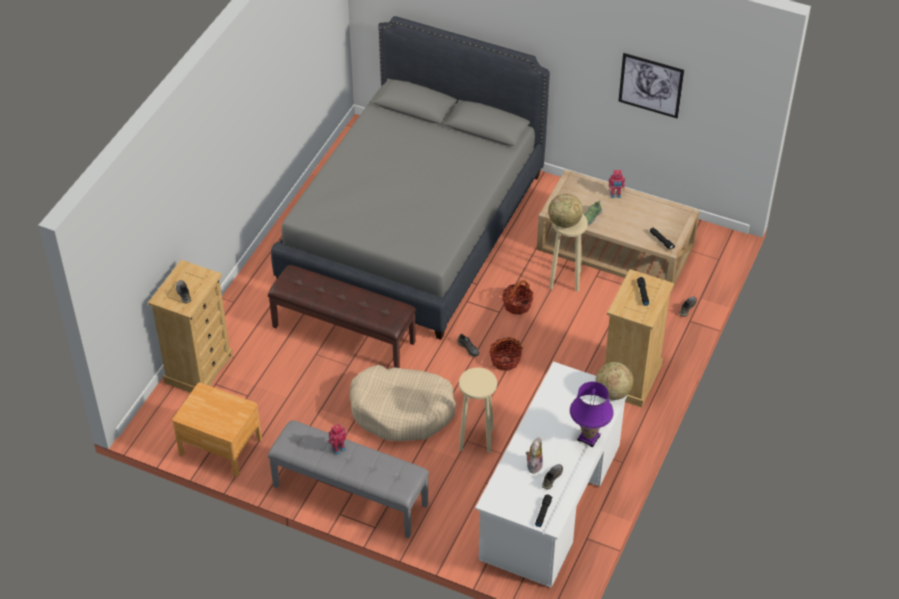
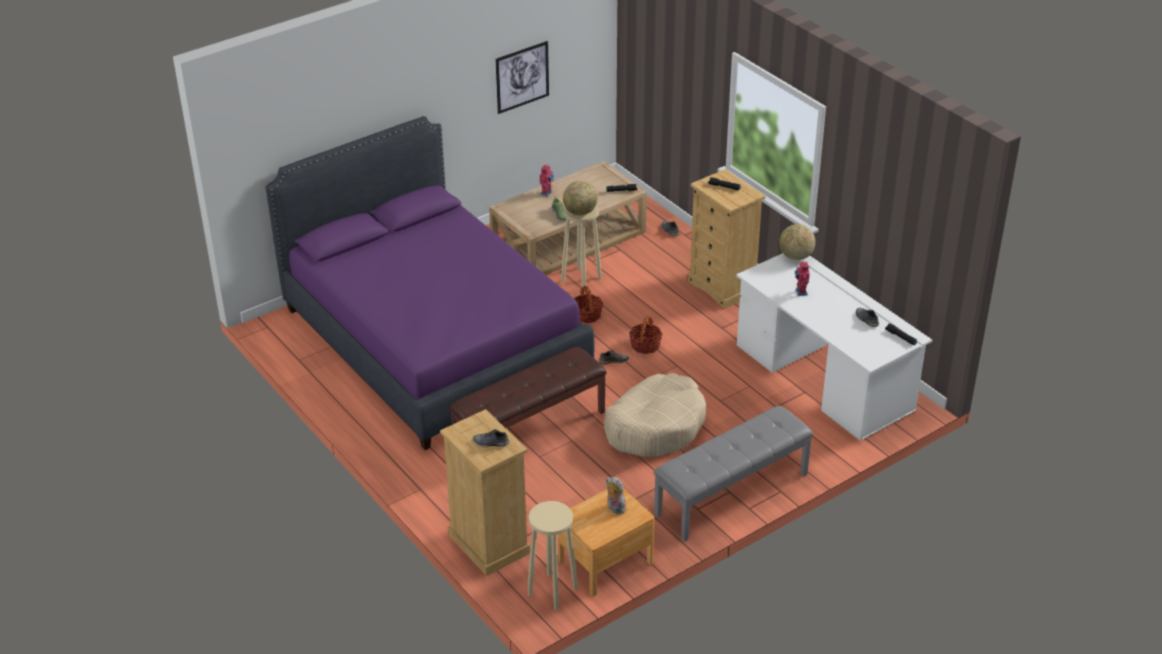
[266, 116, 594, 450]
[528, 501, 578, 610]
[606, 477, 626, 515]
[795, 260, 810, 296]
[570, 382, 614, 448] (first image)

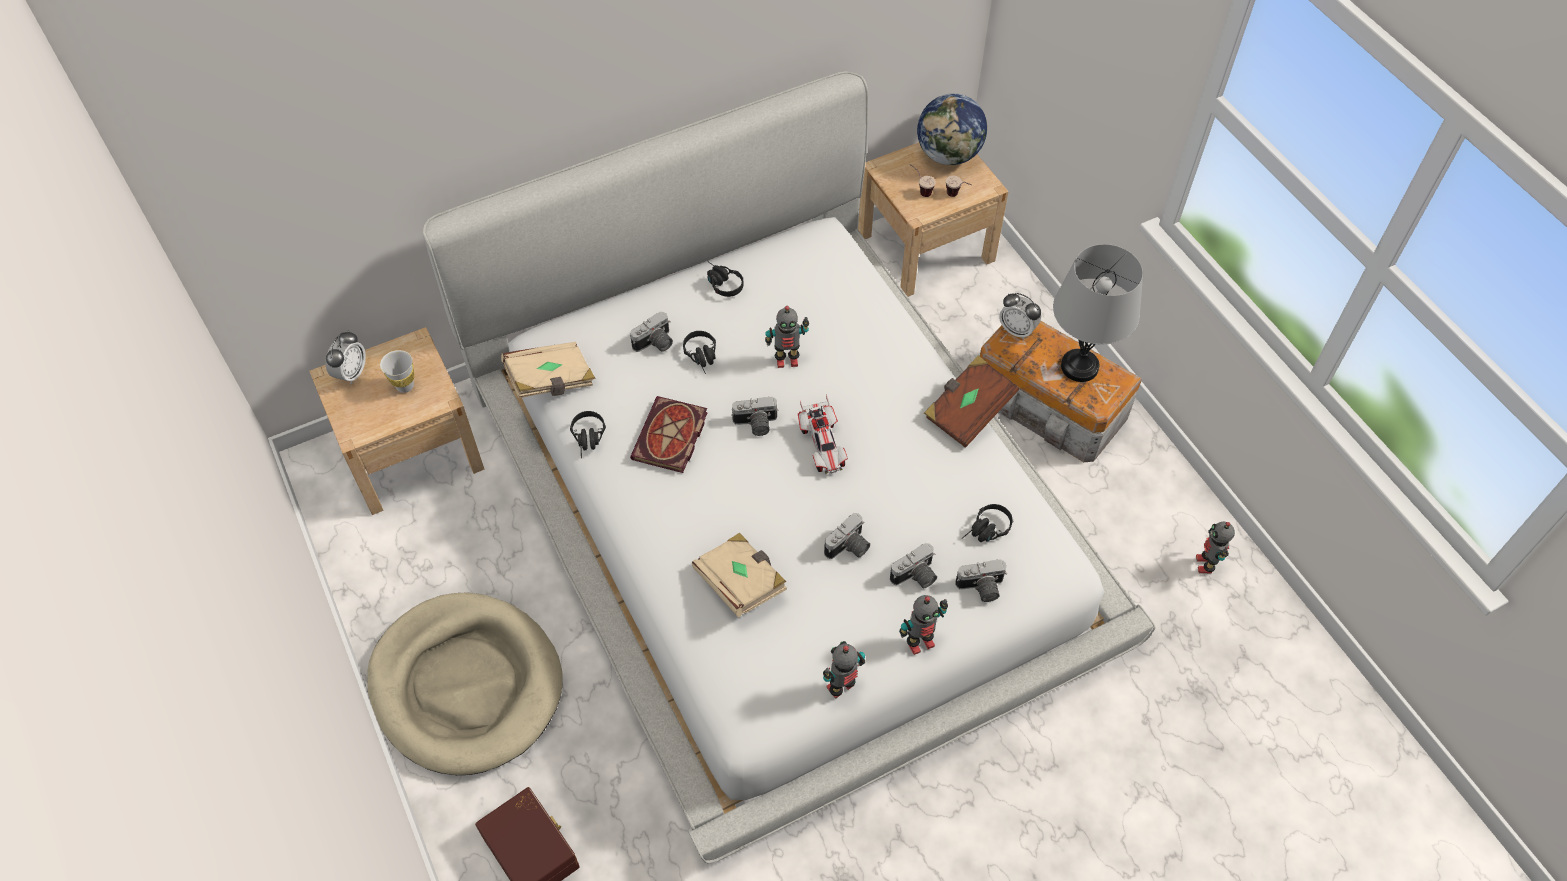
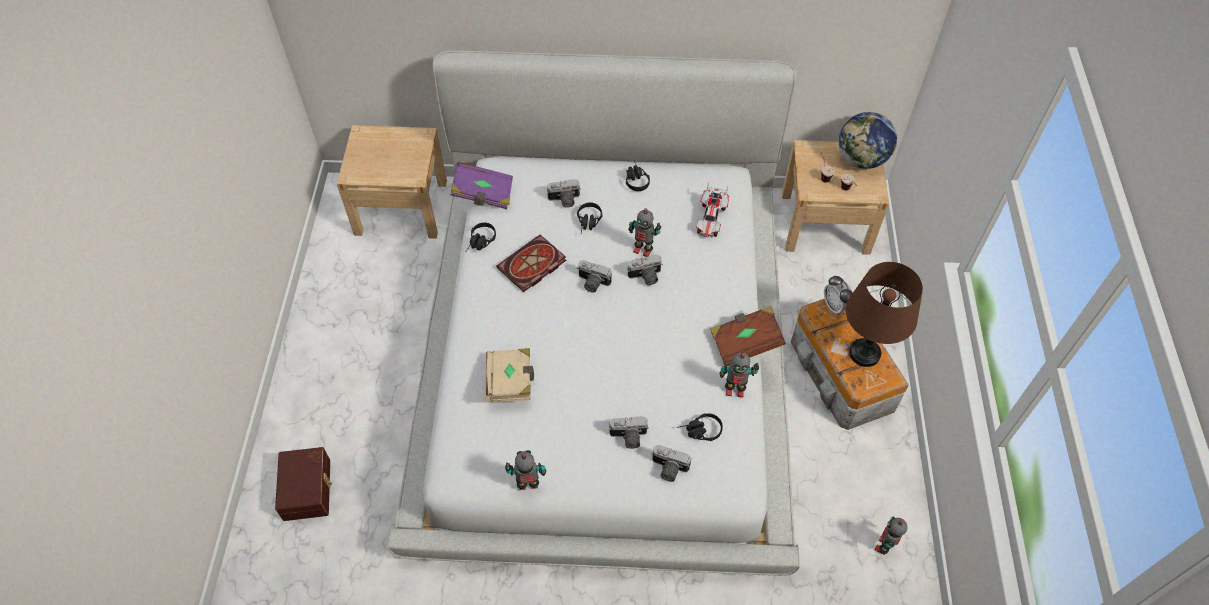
[451, 162, 513, 209]
[628, 255, 663, 285]
[696, 182, 729, 237]
[719, 352, 759, 397]
[846, 262, 923, 367]
[326, 331, 366, 385] (first image)
[368, 592, 563, 775] (first image)
[380, 350, 414, 393] (first image)

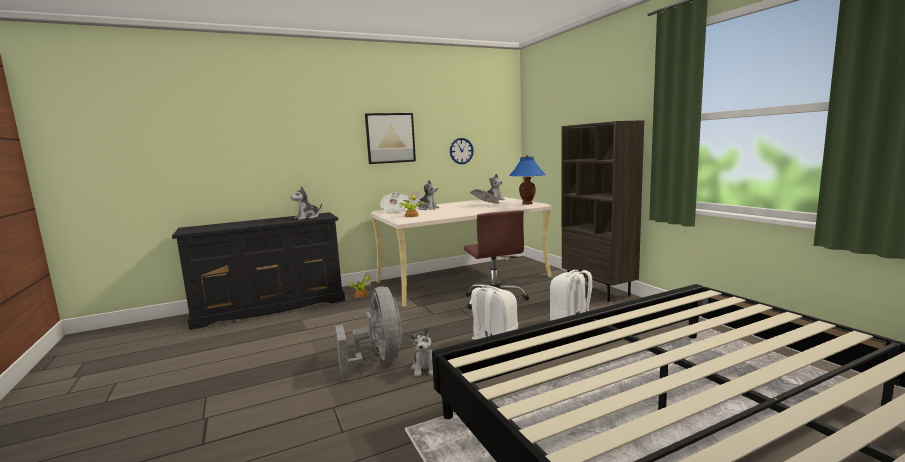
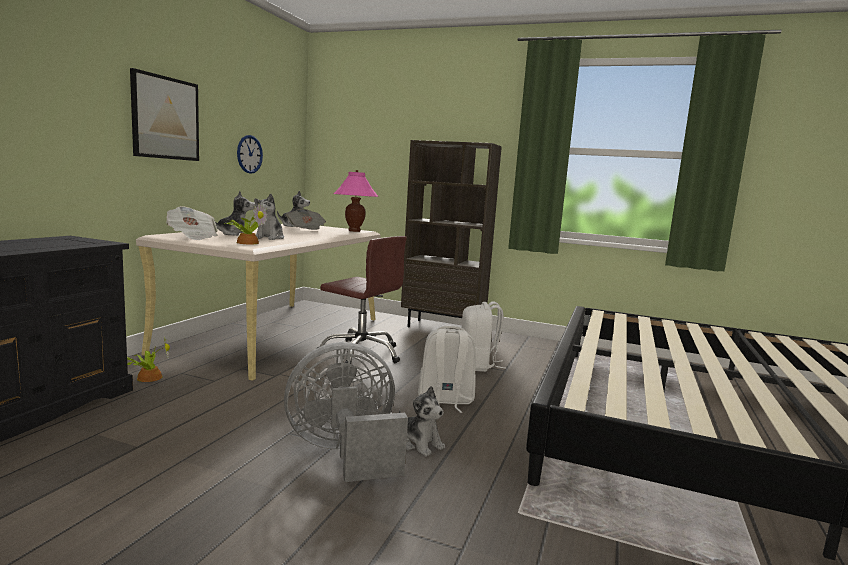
[254, 194, 284, 240]
[284, 342, 408, 482]
[334, 170, 379, 232]

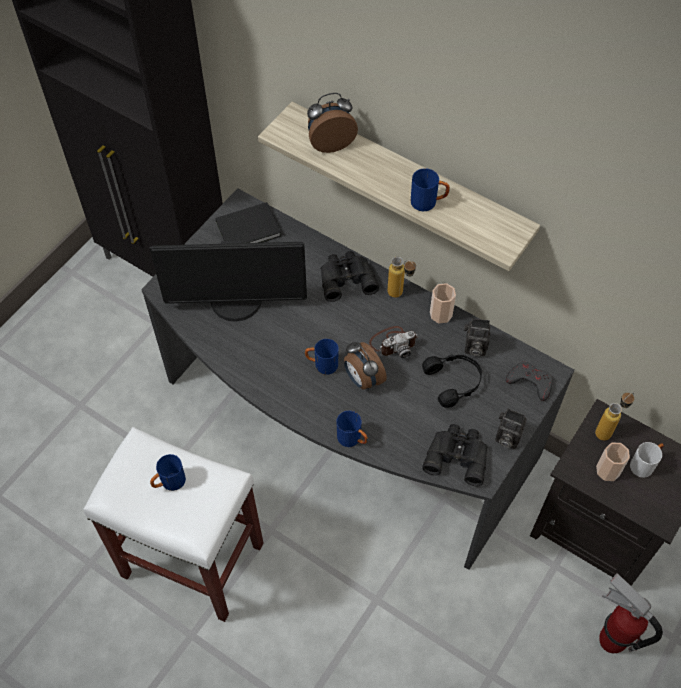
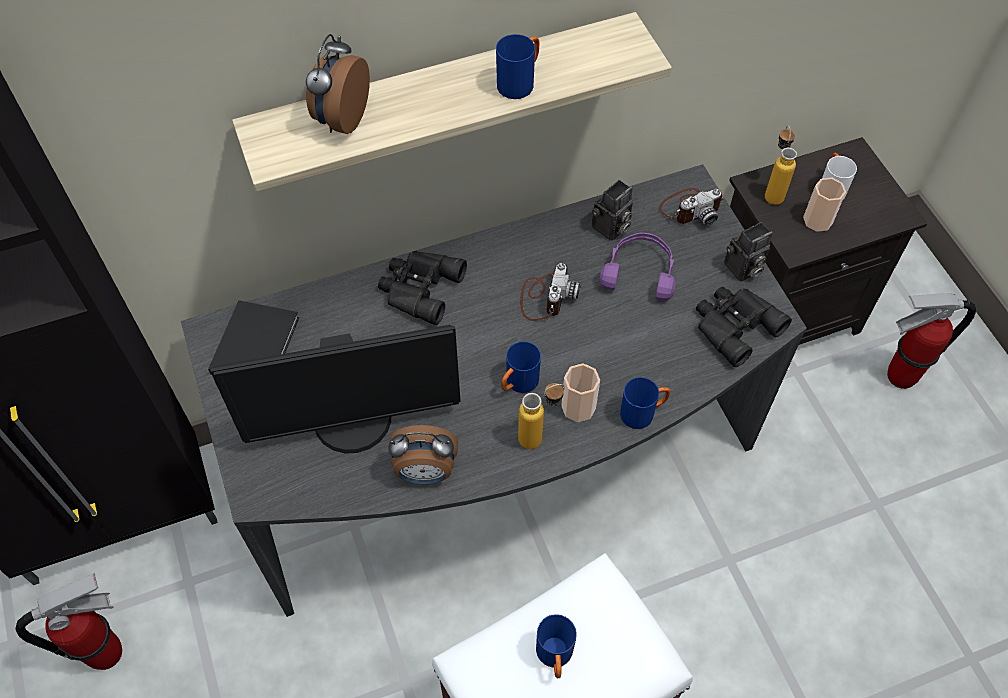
[15, 573, 122, 670]
[210, 325, 461, 454]
[388, 425, 458, 485]
[518, 383, 565, 449]
[561, 363, 600, 422]
[599, 233, 676, 301]
[659, 188, 724, 225]

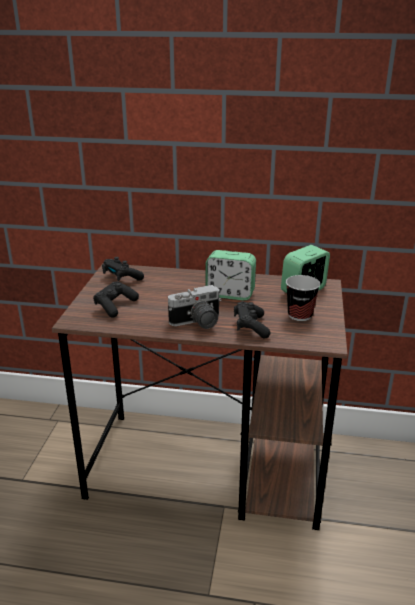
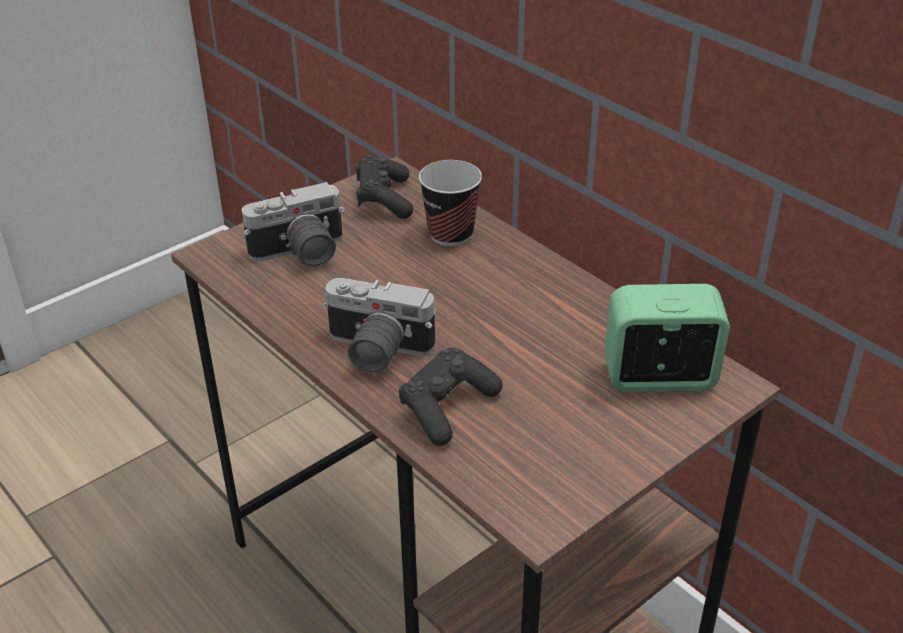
[242, 182, 345, 267]
[419, 160, 482, 246]
[205, 250, 256, 300] (first image)

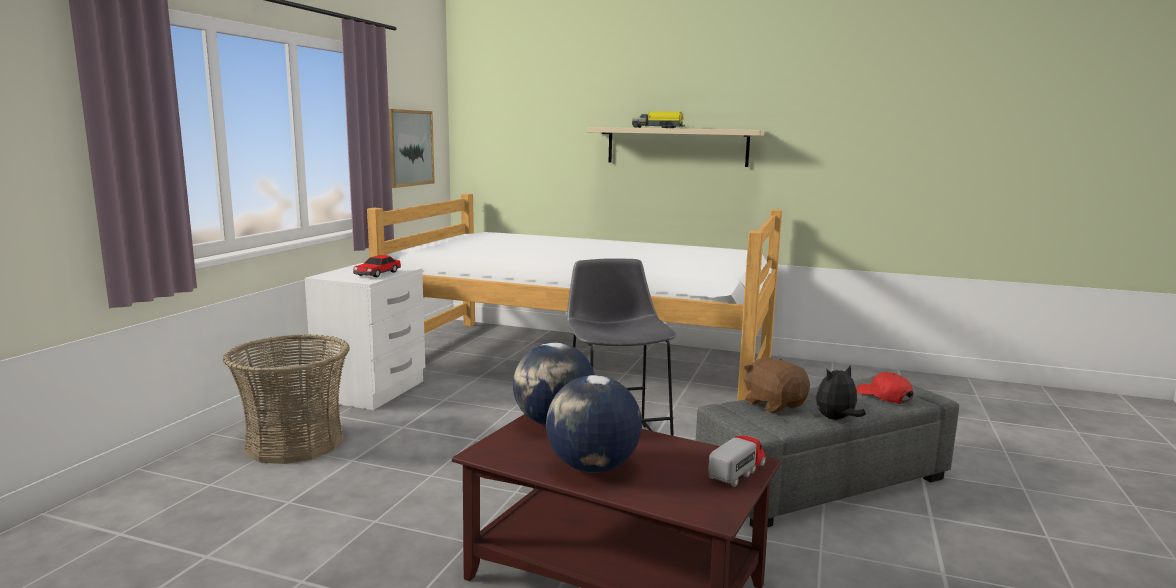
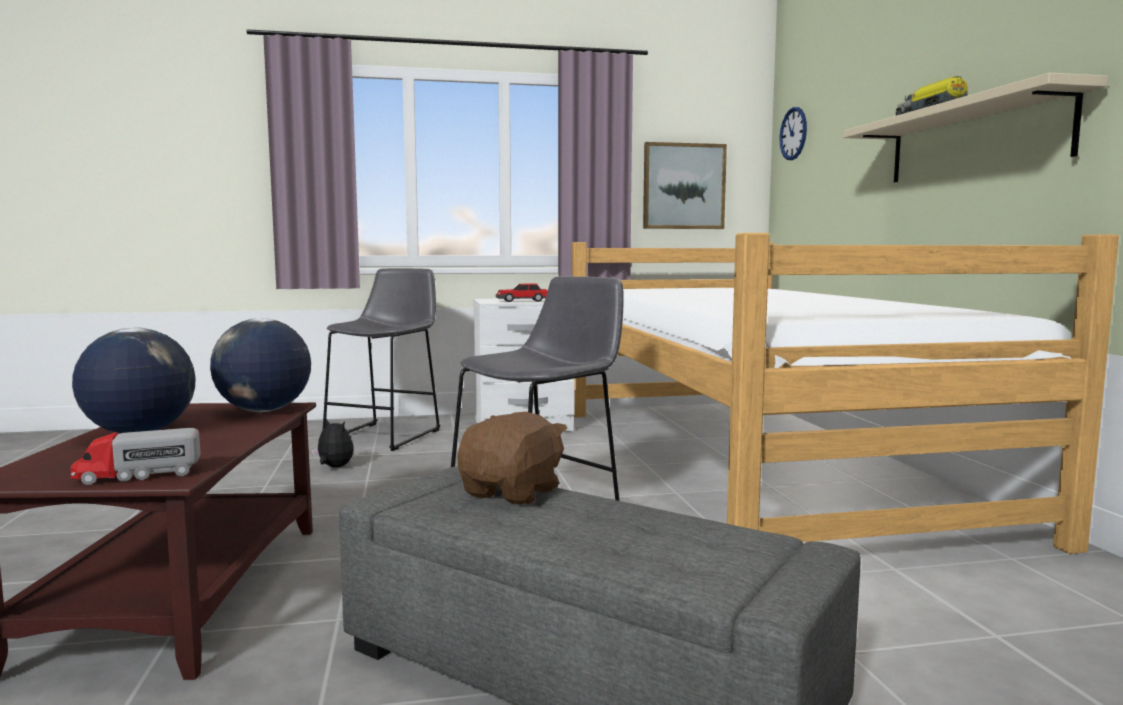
[71, 428, 200, 485]
[312, 418, 354, 468]
[323, 268, 440, 451]
[779, 107, 807, 160]
[856, 372, 913, 404] (first image)

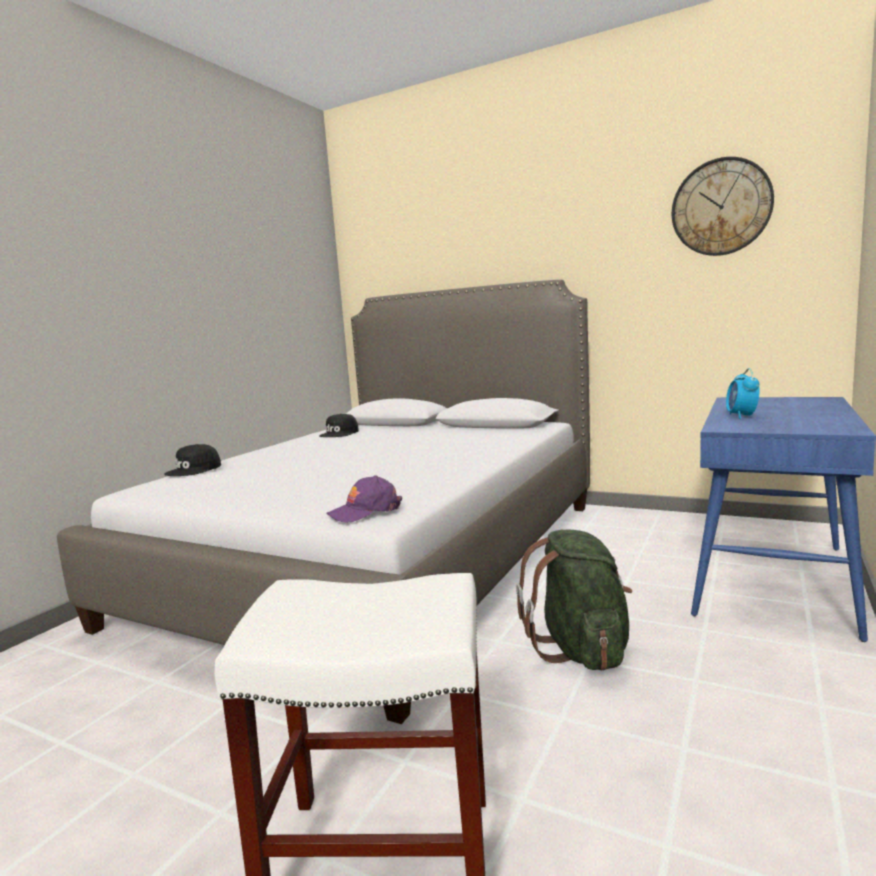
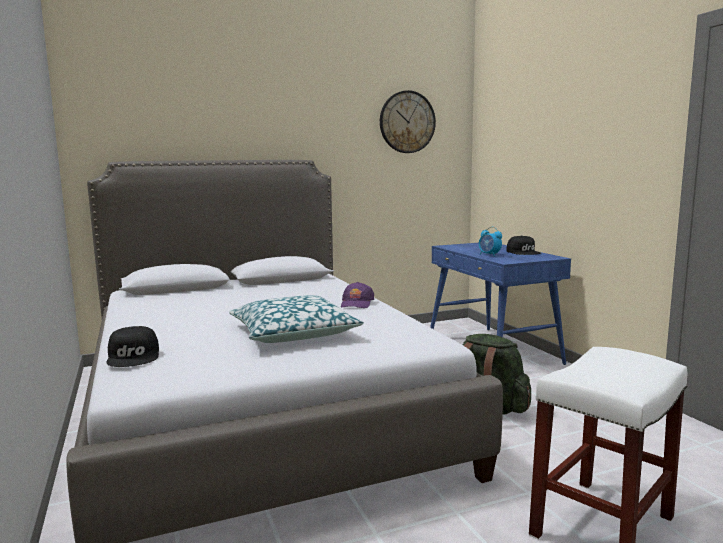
[229, 295, 364, 343]
[341, 282, 374, 308]
[506, 235, 541, 255]

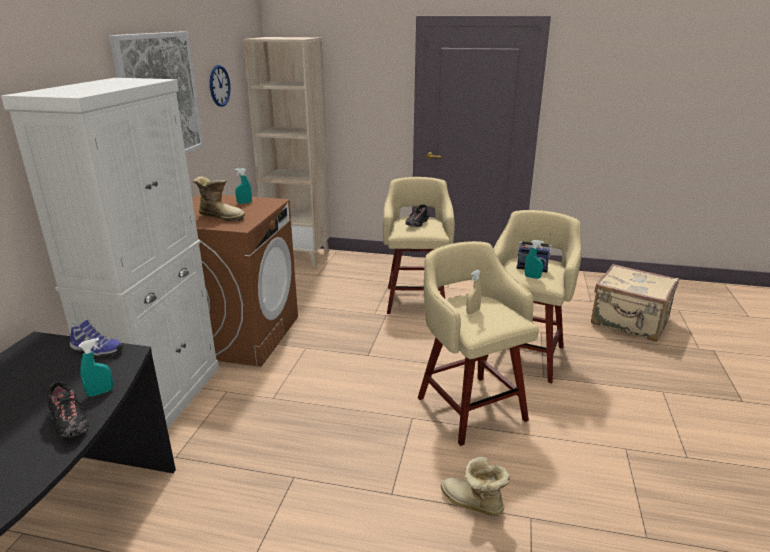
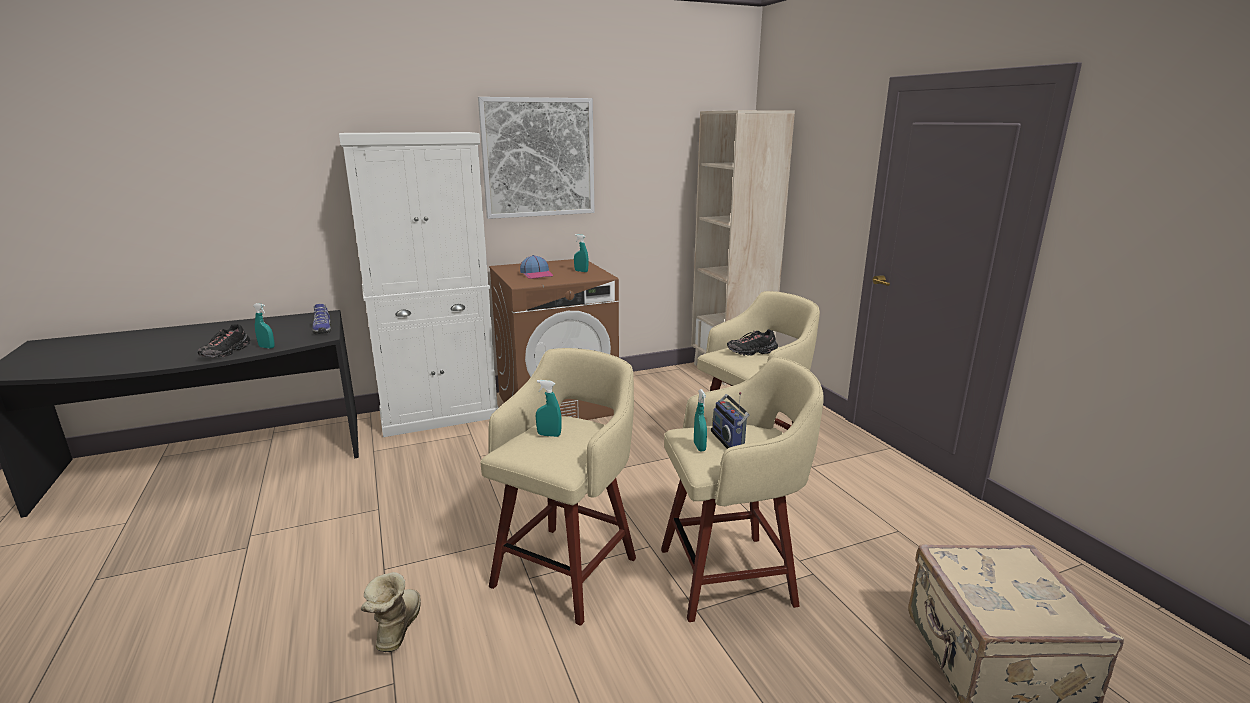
[520, 255, 553, 279]
[536, 380, 562, 437]
[210, 65, 231, 107] (first image)

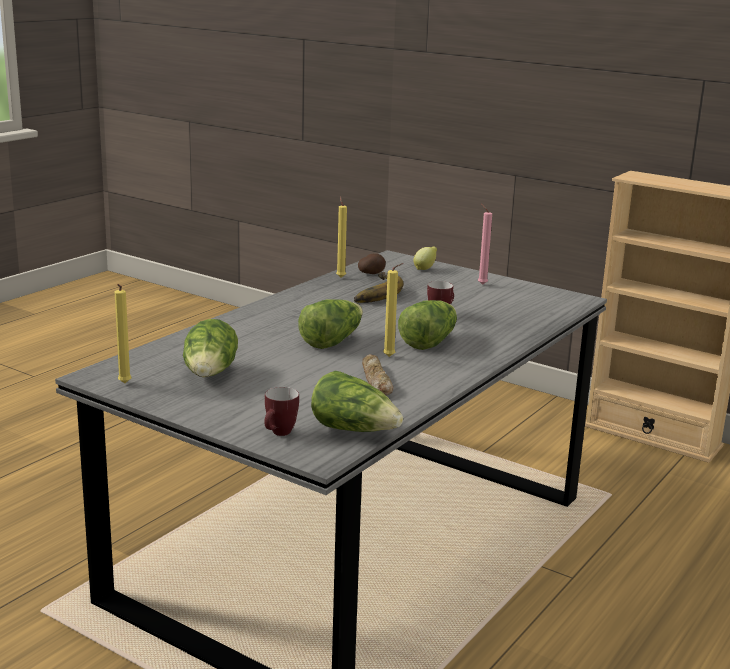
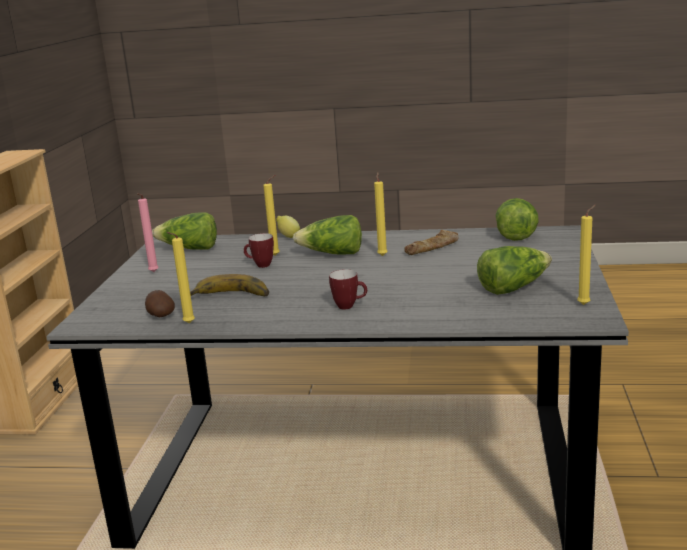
[152, 212, 217, 250]
[263, 175, 280, 256]
[276, 216, 300, 238]
[329, 269, 367, 309]

